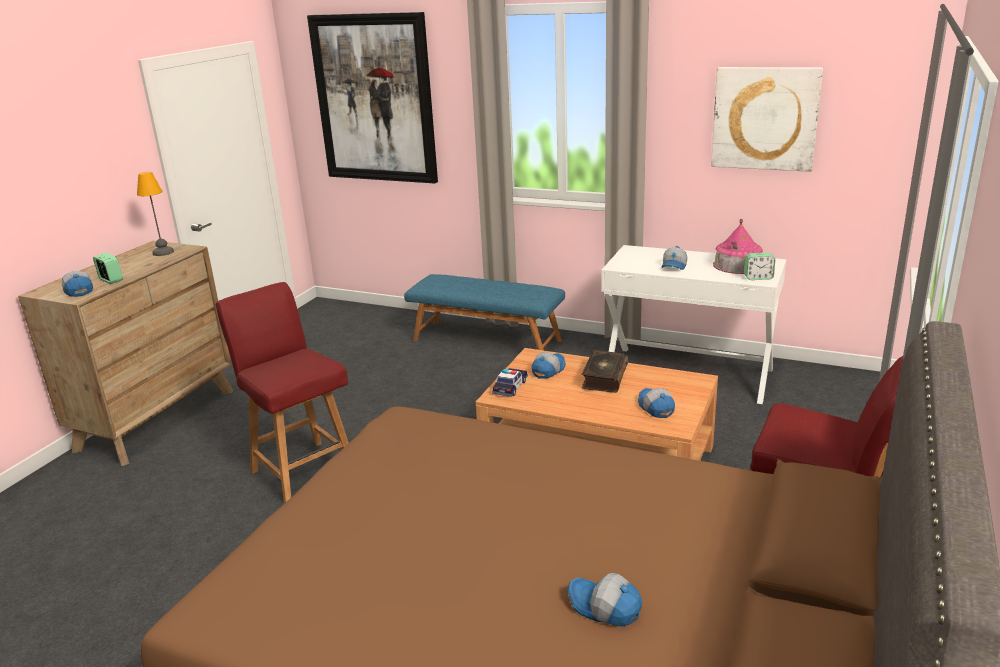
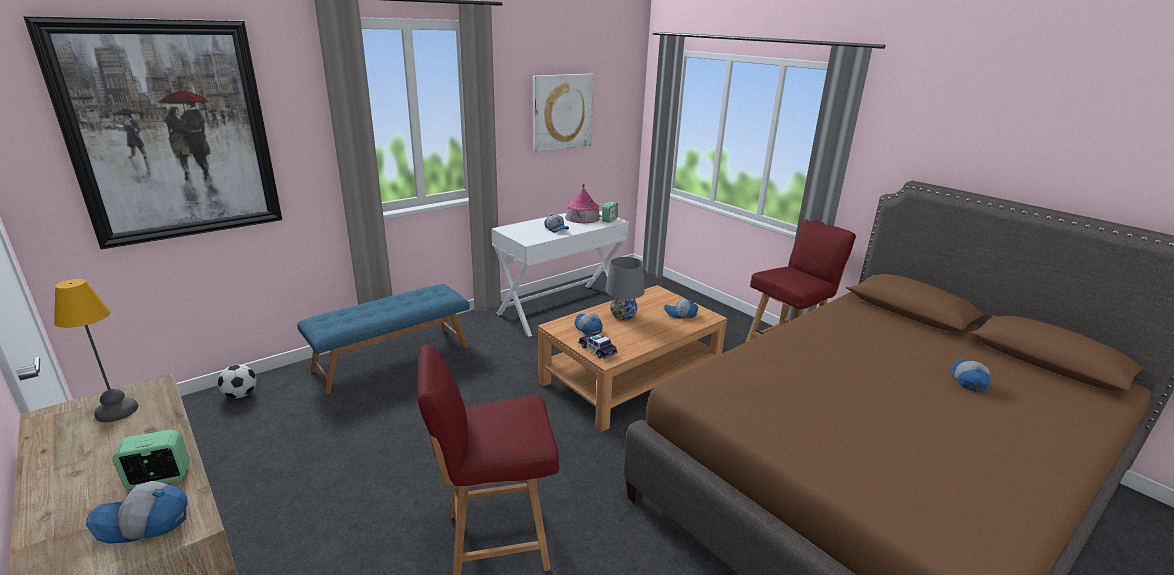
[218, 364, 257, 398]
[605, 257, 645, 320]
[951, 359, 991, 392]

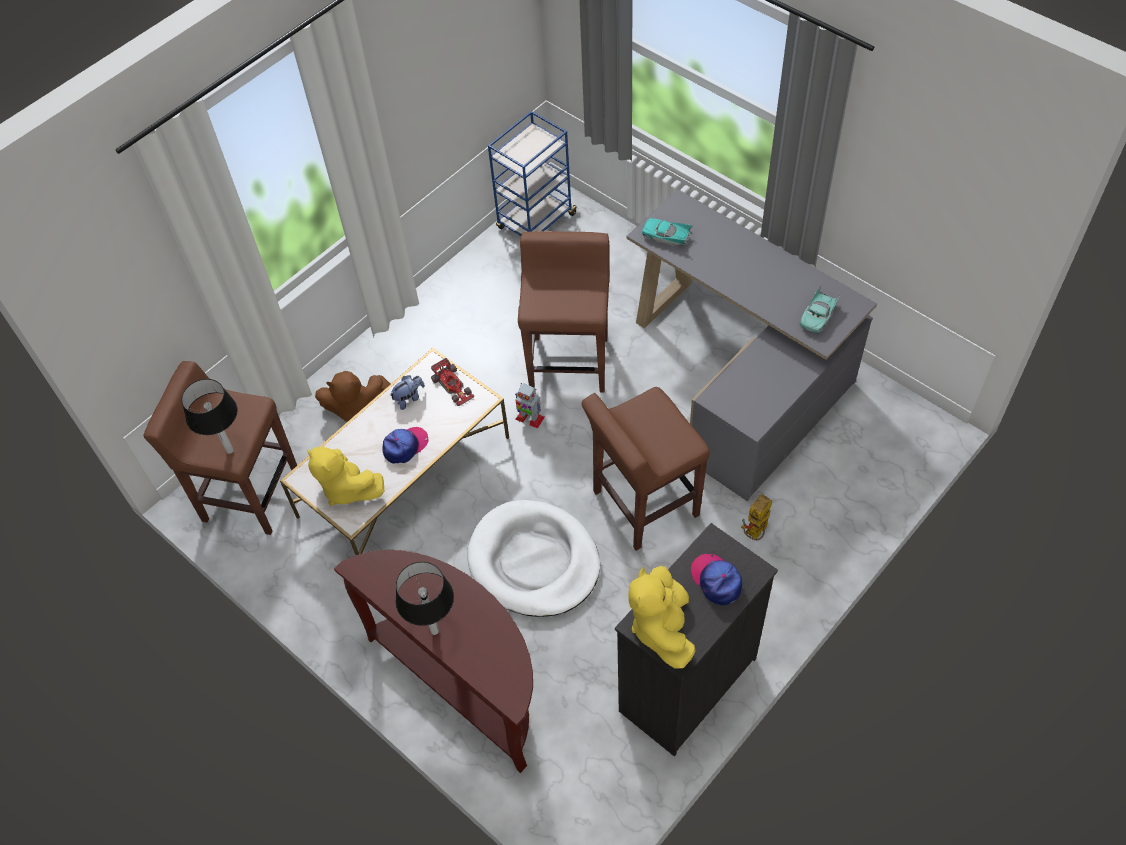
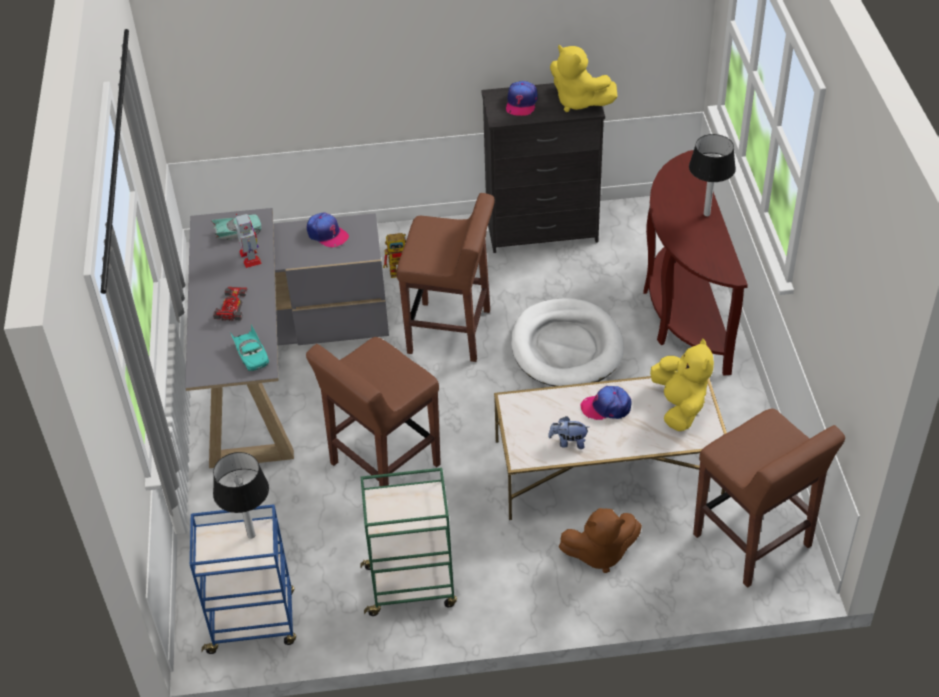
[213, 287, 247, 321]
[213, 452, 269, 539]
[236, 214, 262, 268]
[307, 212, 349, 247]
[360, 468, 457, 616]
[550, 45, 618, 112]
[559, 508, 642, 573]

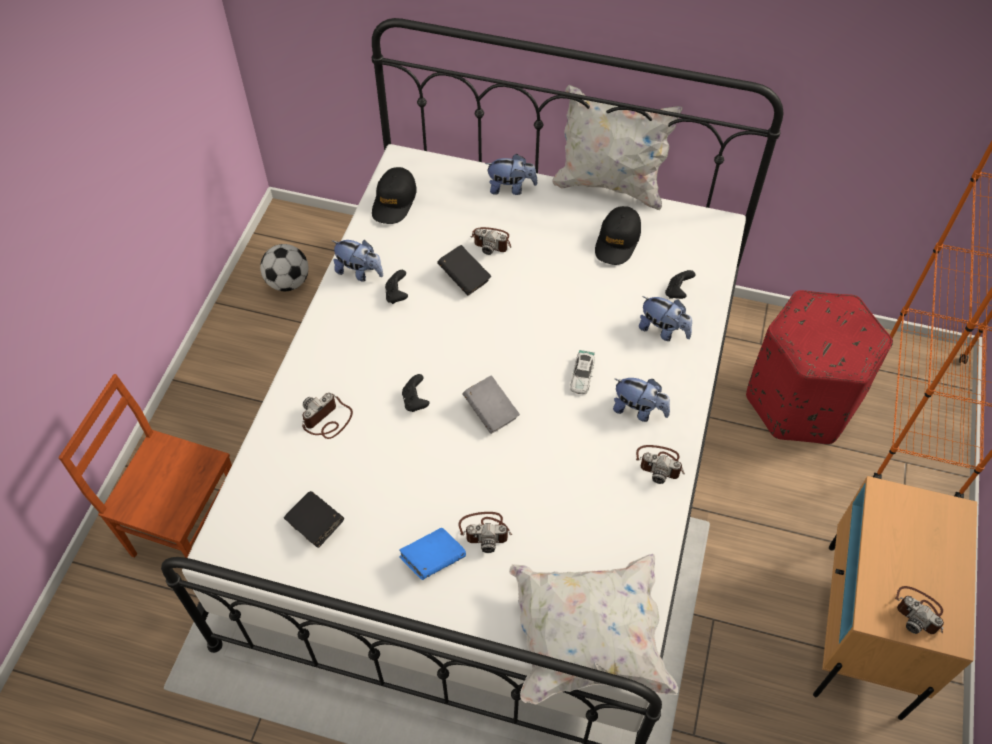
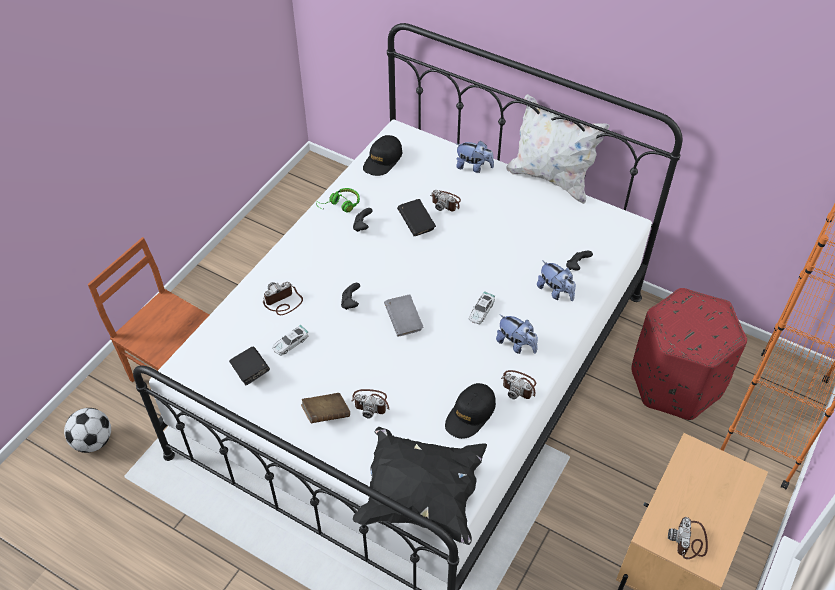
[64, 408, 111, 453]
[272, 325, 308, 356]
[301, 393, 350, 423]
[316, 188, 360, 213]
[353, 427, 487, 545]
[445, 383, 496, 439]
[668, 517, 708, 559]

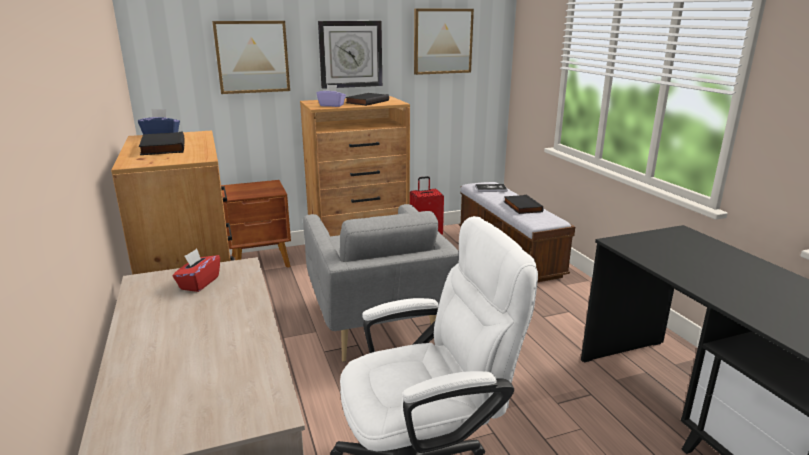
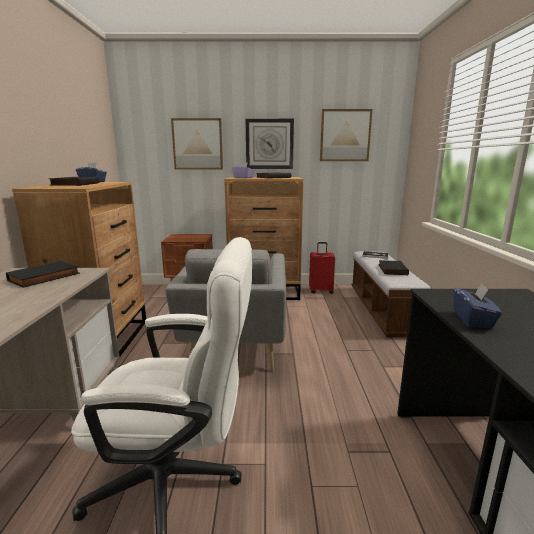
[6, 261, 80, 288]
[453, 283, 502, 328]

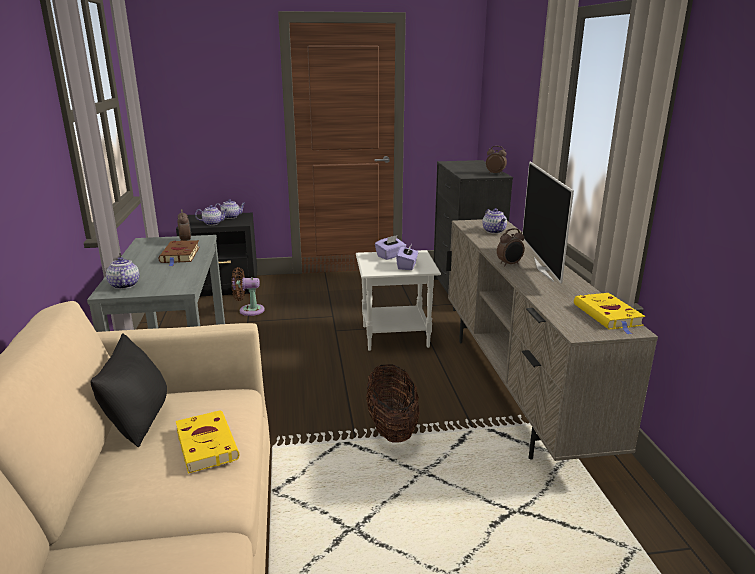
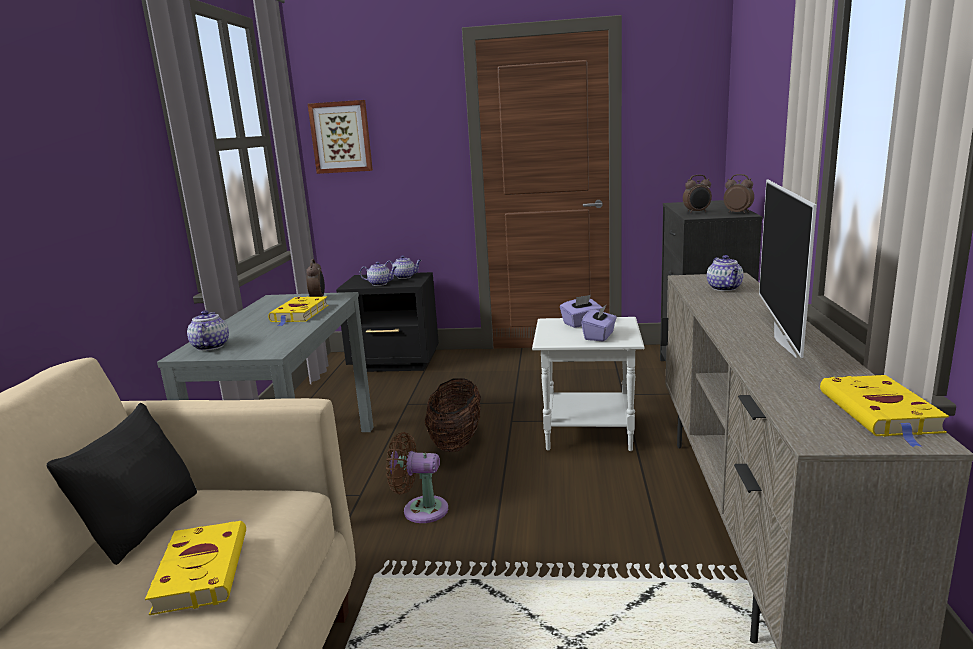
[268, 297, 328, 326]
[308, 100, 373, 174]
[386, 432, 448, 523]
[425, 378, 481, 452]
[683, 175, 712, 213]

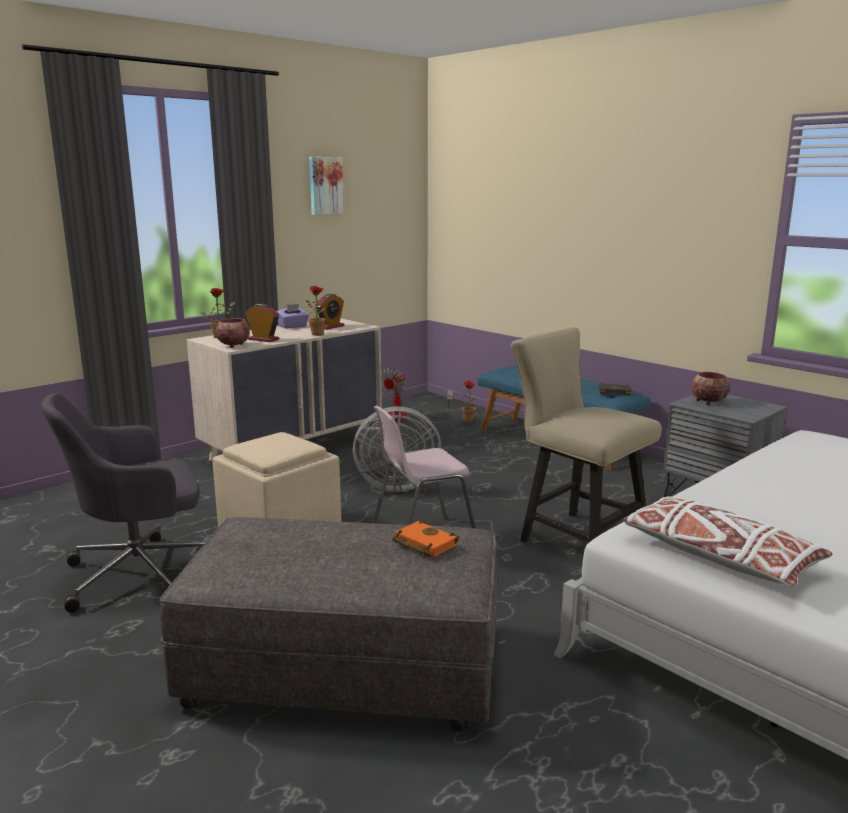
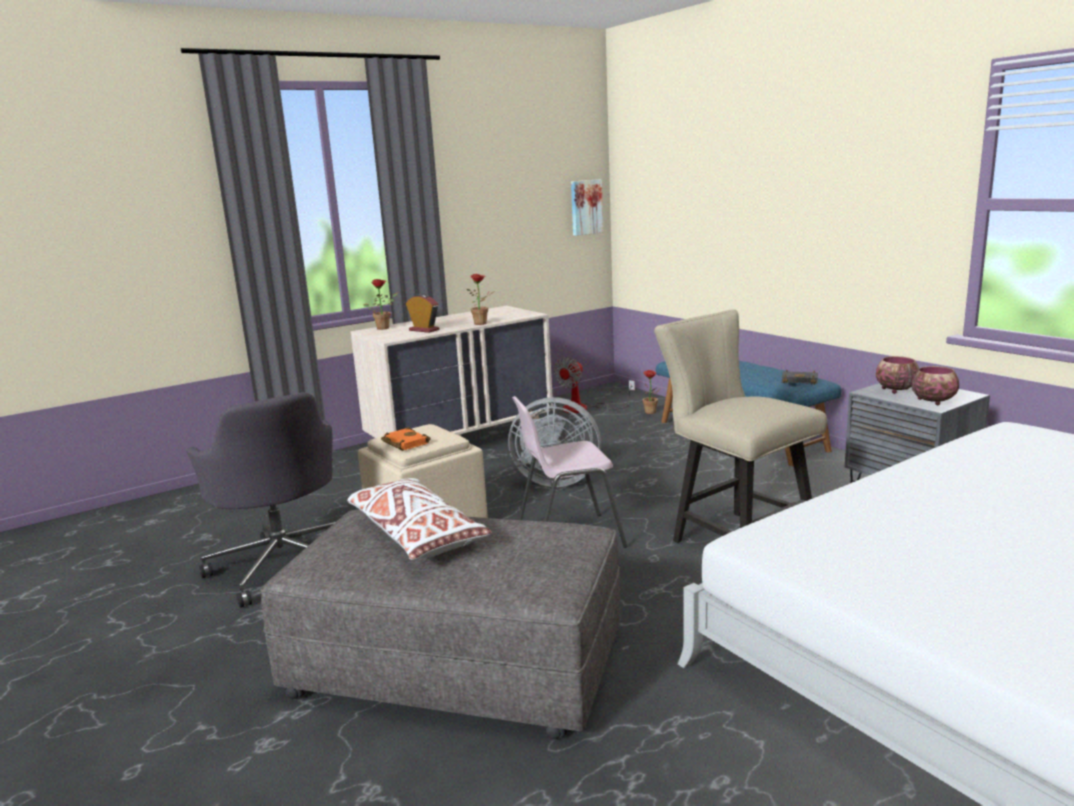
[186, 392, 337, 608]
[347, 478, 492, 560]
[381, 427, 431, 451]
[571, 179, 603, 236]
[911, 366, 959, 405]
[277, 304, 309, 328] (first image)
[315, 294, 344, 330] (first image)

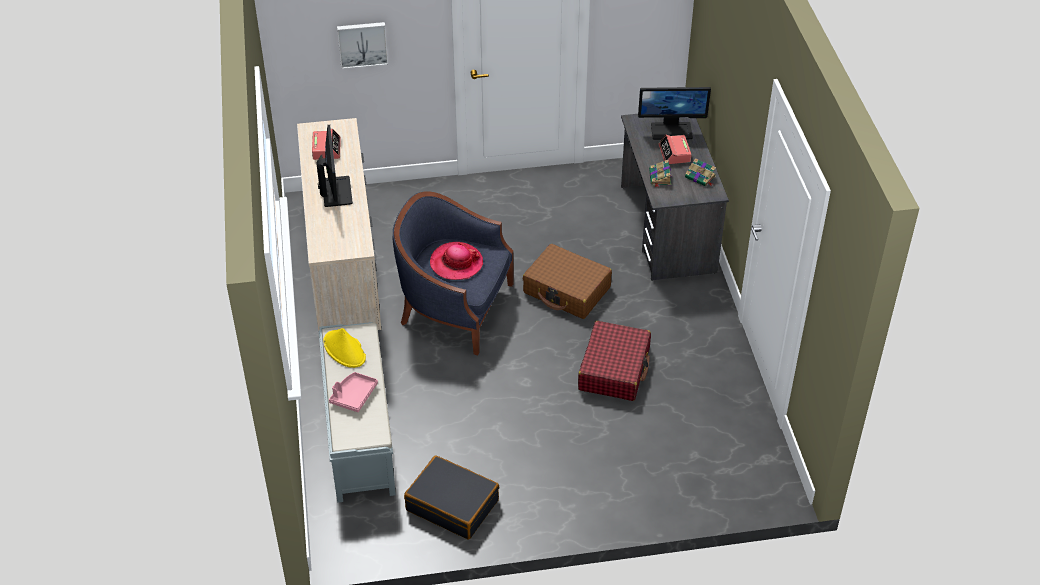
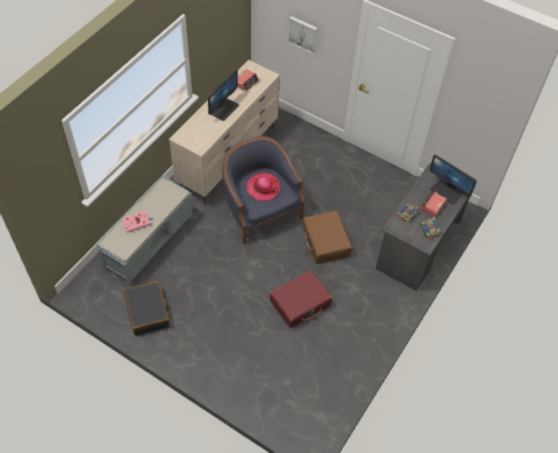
[122, 211, 154, 233]
[323, 328, 366, 368] (first image)

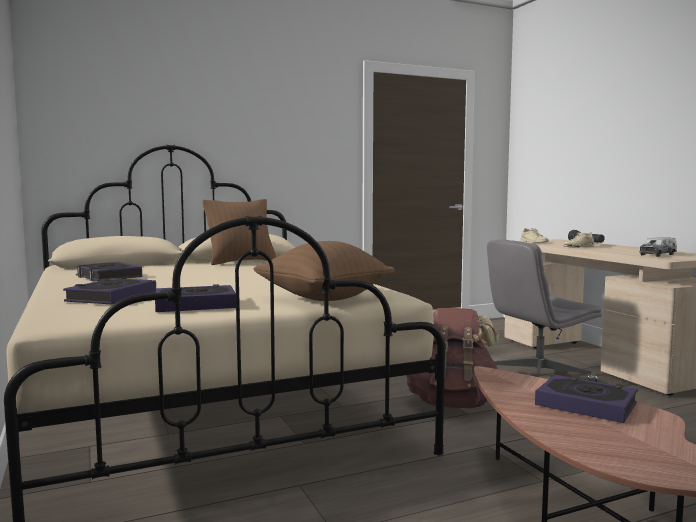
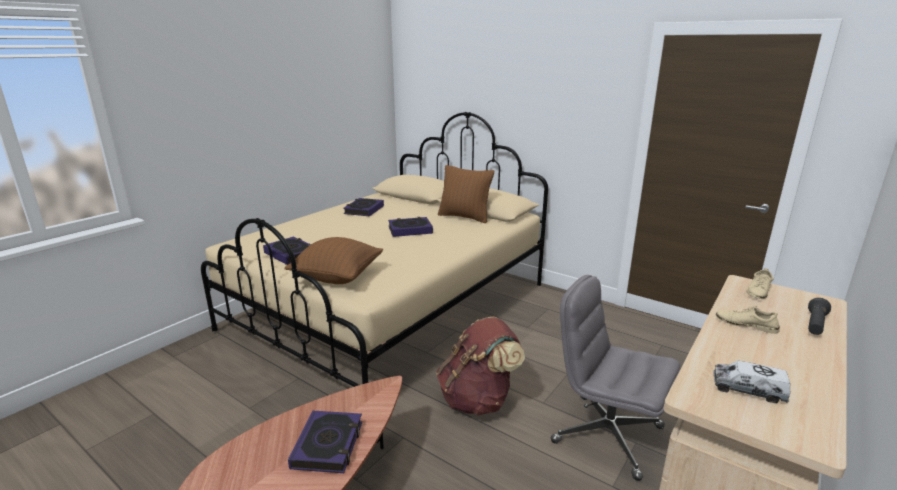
[388, 217, 433, 237]

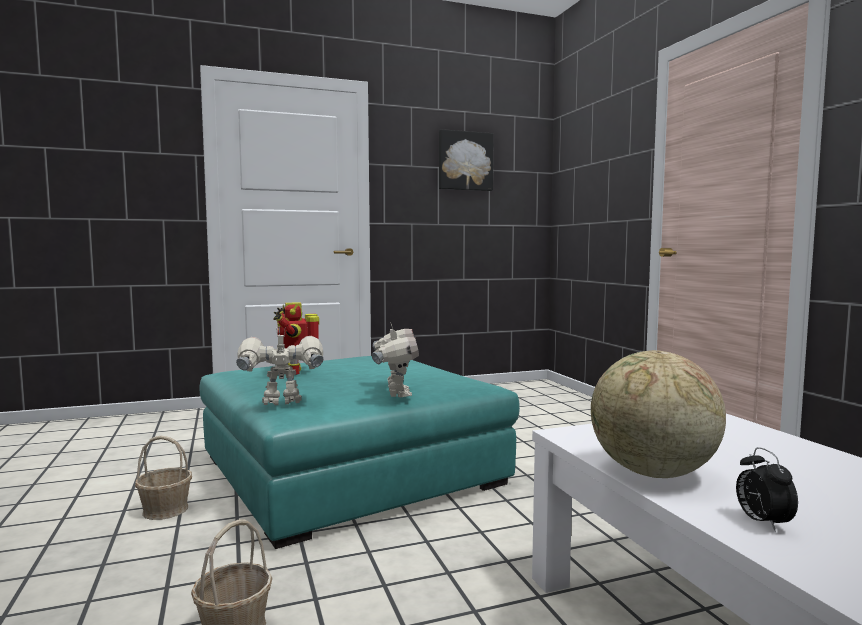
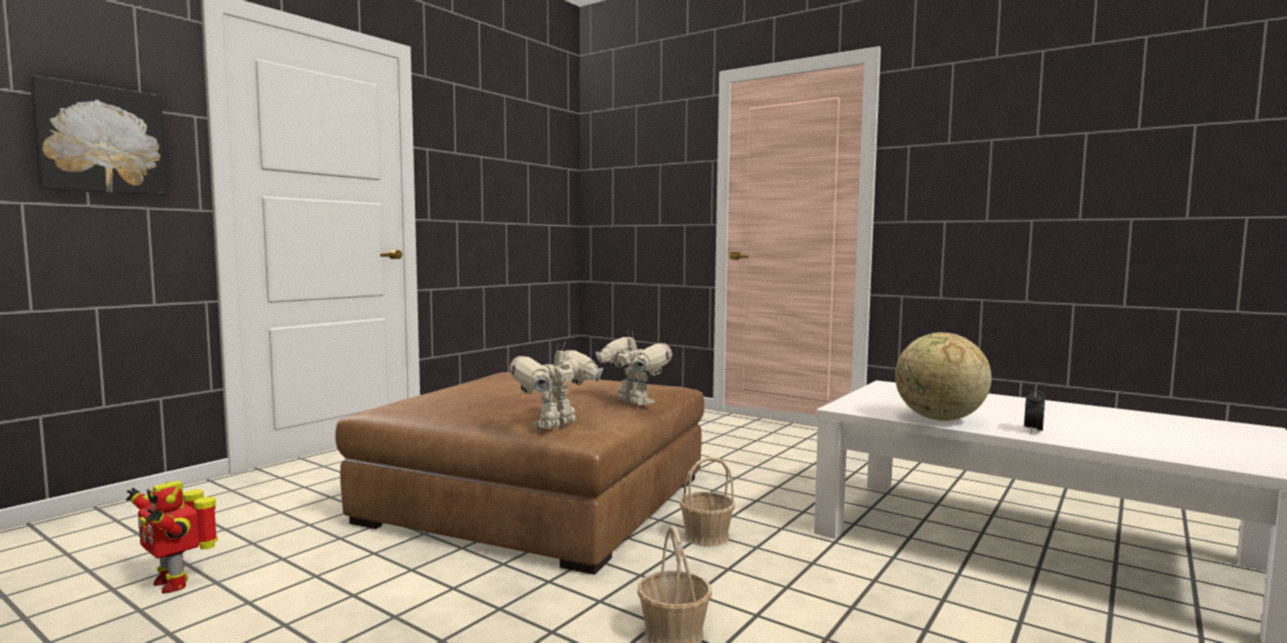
[30, 75, 168, 196]
[126, 481, 218, 594]
[335, 372, 704, 575]
[679, 457, 735, 546]
[1024, 385, 1045, 433]

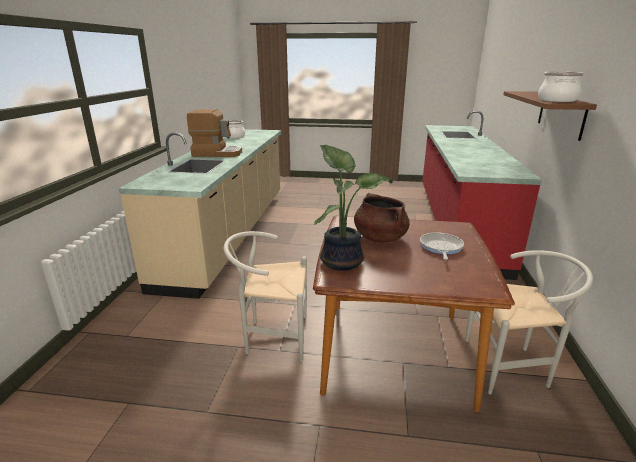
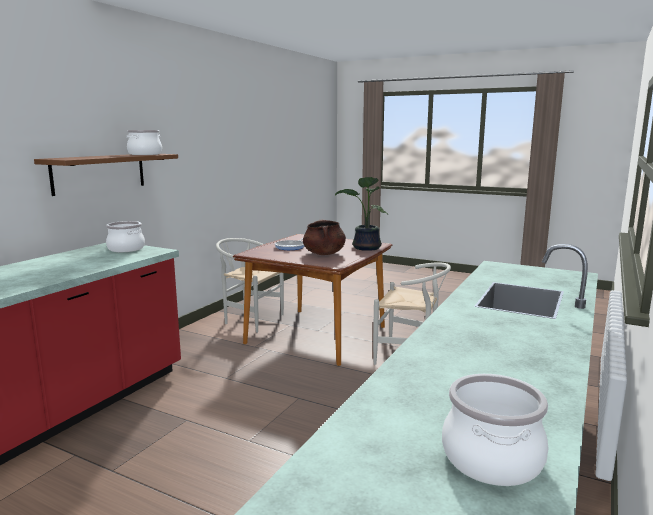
[106, 221, 145, 252]
[187, 109, 242, 157] (first image)

